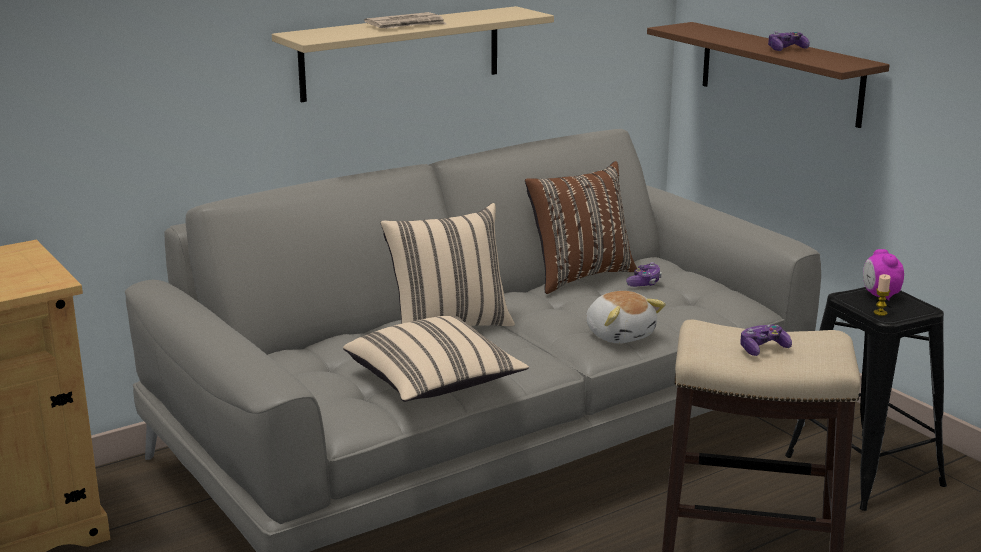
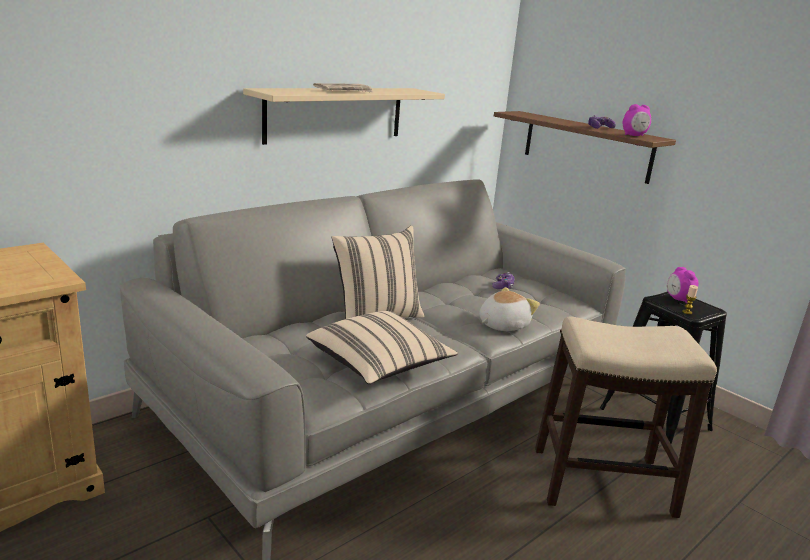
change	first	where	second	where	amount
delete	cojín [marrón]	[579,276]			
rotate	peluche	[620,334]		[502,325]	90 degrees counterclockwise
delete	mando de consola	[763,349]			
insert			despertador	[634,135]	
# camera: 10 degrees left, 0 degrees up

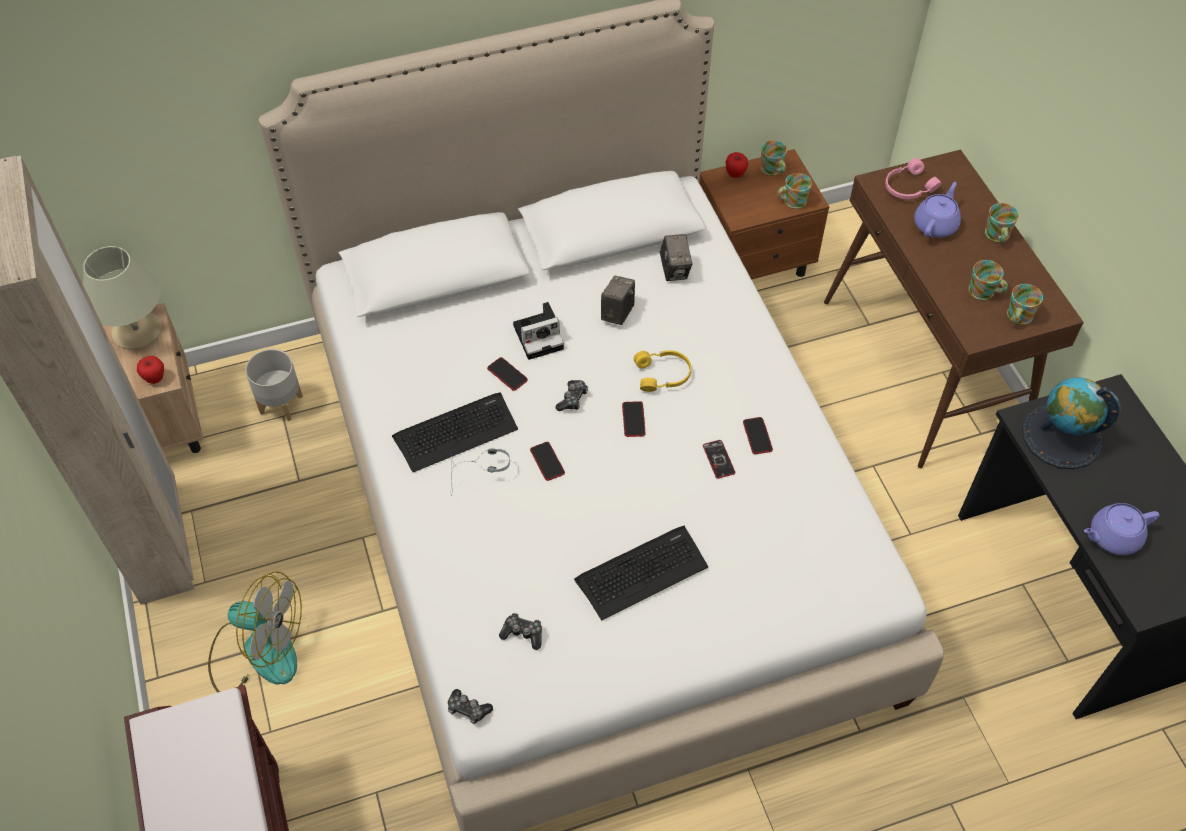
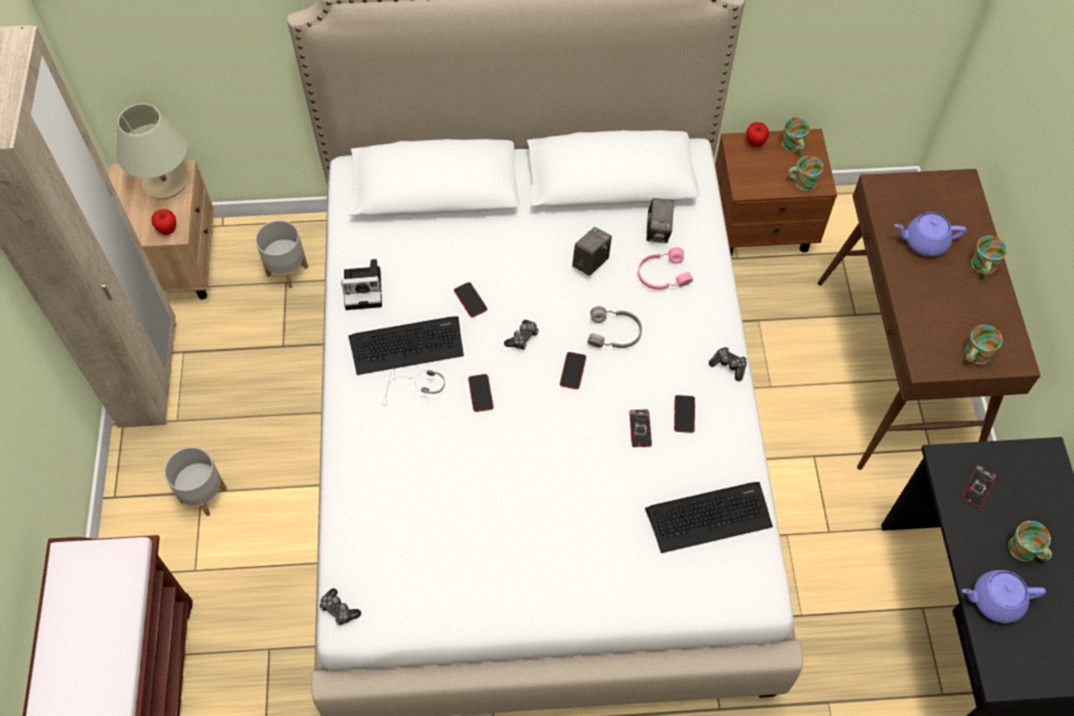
change	first	where	second	where	amount
move	auriculares [rosa]	[908,187]		[662,274]	
rotate	tetera [morado]	[935,224]		[924,242]	135 degrees counterclockwise
move	taza grande	[984,292]		[1025,551]	
move	cámara	[540,336]		[365,289]	
recolor	auriculares [amarillo]	[663,375]	auriculares [gris]	[614,333]	
replace	globo terráqueo	[1061,436]	móvil	[978,486]	
move	teclado	[642,572]		[709,517]	
replace	ventilador	[258,651]	maceta [gris]	[204,494]	
move	mando de consola	[523,633]		[728,366]	
# camera: 15 degrees right, 5 degrees up

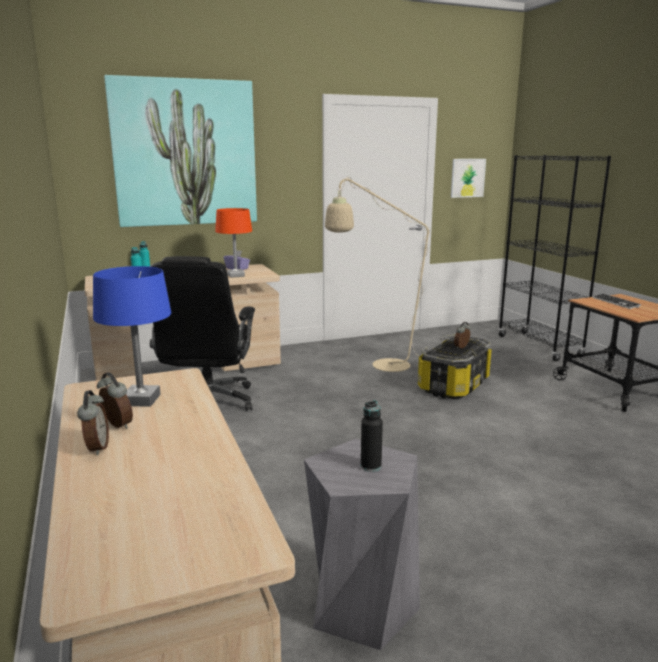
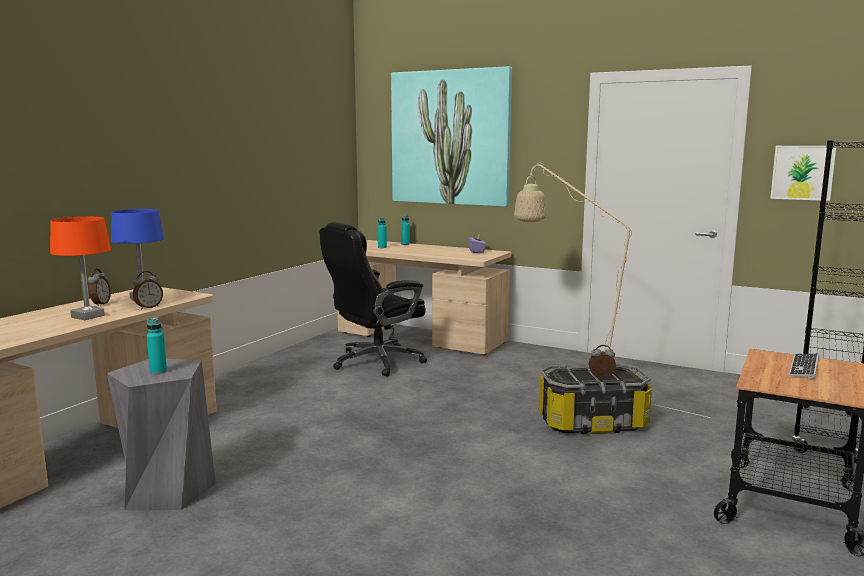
change	first	where	second	where	amount
move	lámpara de mesa [naranja]	[235,275]		[87,316]	
move	despertador	[96,448]		[148,307]	
recolor	botella [negro]	[370,466]	botella [turquesa]	[158,371]	
# camera: 50 degrees right, 5 degrees down

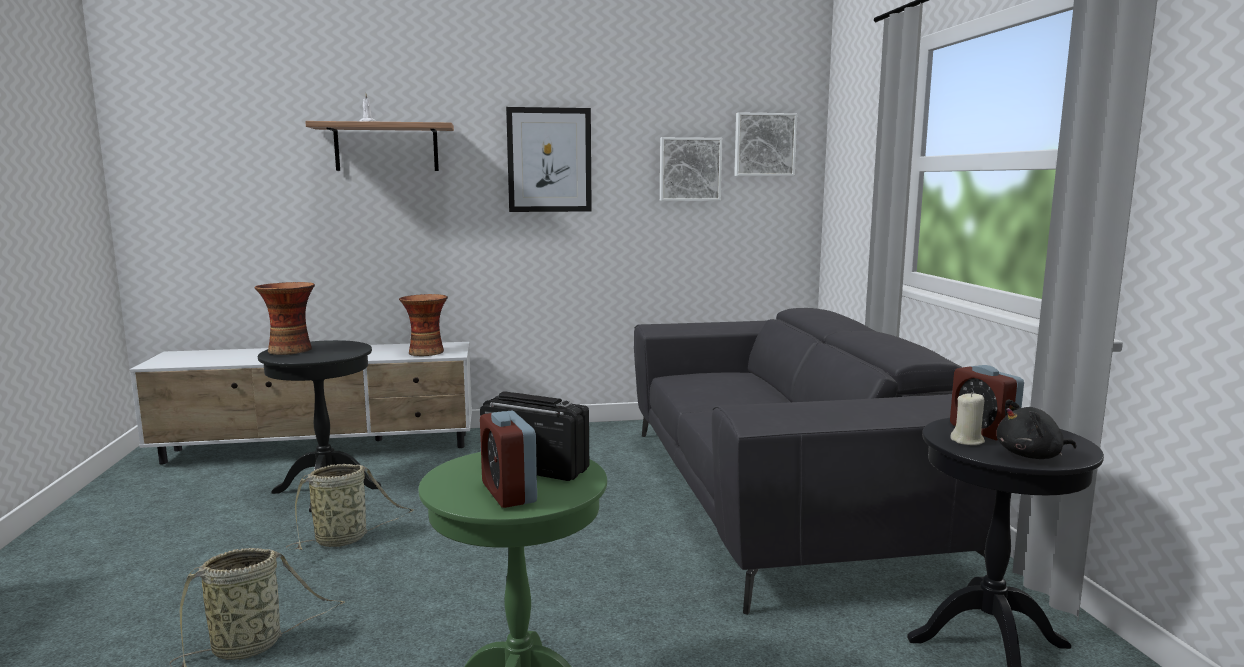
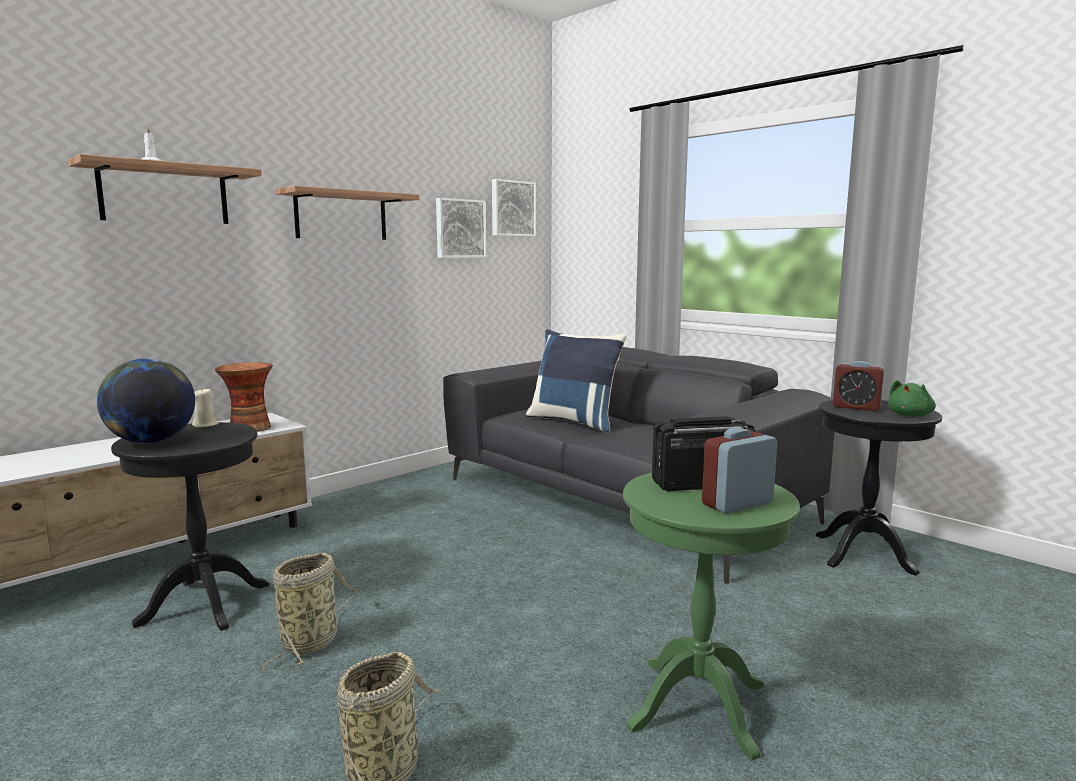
change	first	where	second	where	amount
replace	cuadro	[549,160]	estante	[341,216]	
replace	florero	[290,350]	globo terráqueo	[151,441]	
move	vela [beis]	[967,441]		[205,425]	
recolor	peluche [negro]	[1032,456]	peluche [verde]	[910,415]	
rotate	despertador	[508,493]		[737,504]	120 degrees clockwise
insert			cojín [azul]	[575,421]	
# camera: 35 degrees left, 0 degrees up

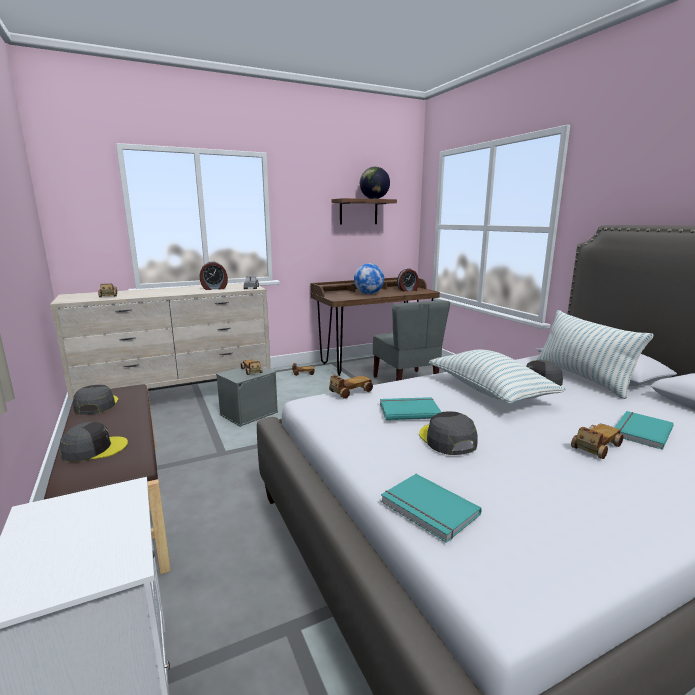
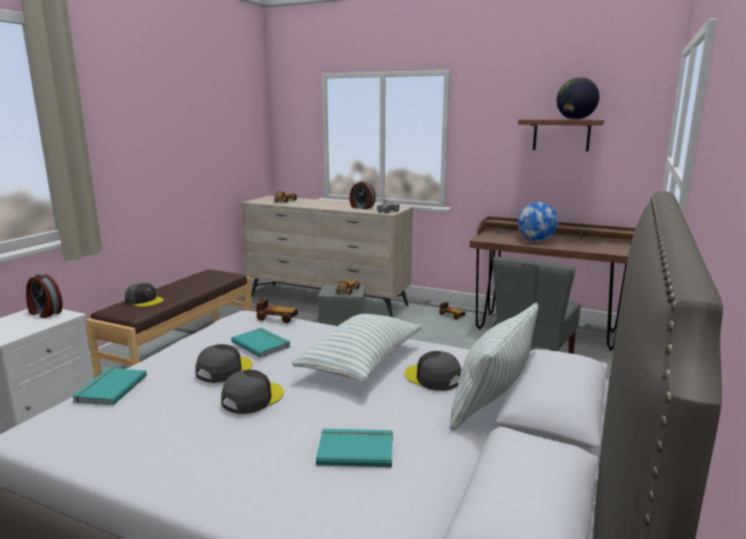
change	first	where	second	where	amount
move	despertador	[408,290]		[44,313]	
move	gorra [gris]	[96,405]		[252,398]	
delete	coche de juguete	[595,447]			
# camera: 50 degrees right, 0 degrees up

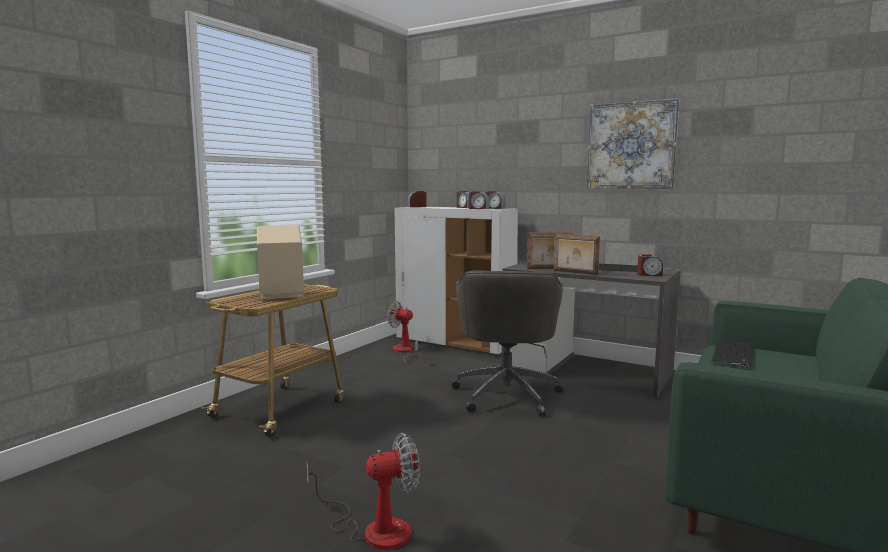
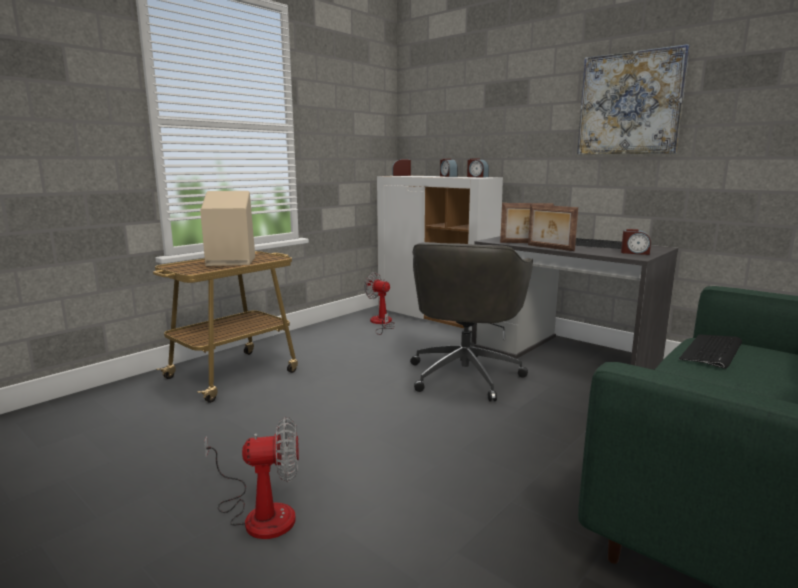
change	first	where	second	where	amount
delete	despertador	[478,208]			
# camera: 10 degrees right, 5 degrees up

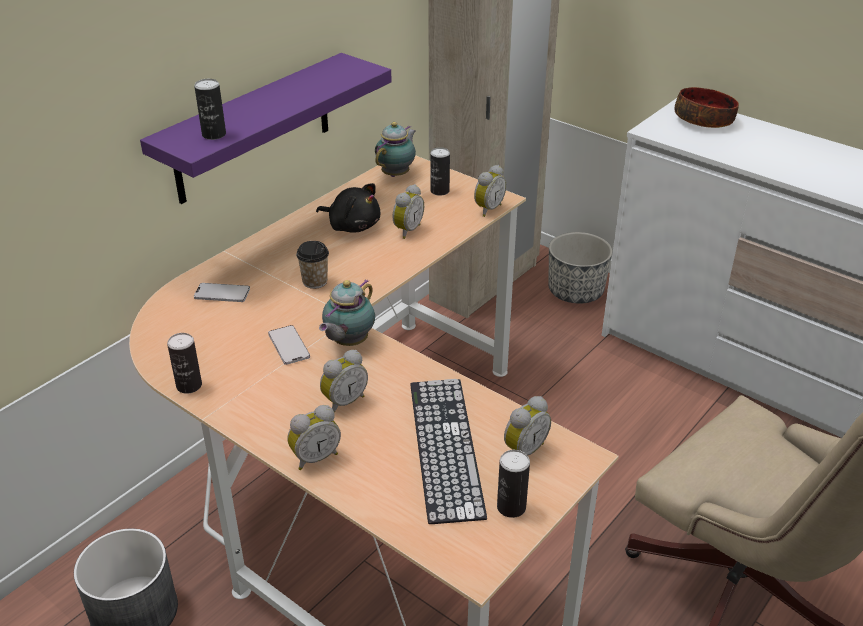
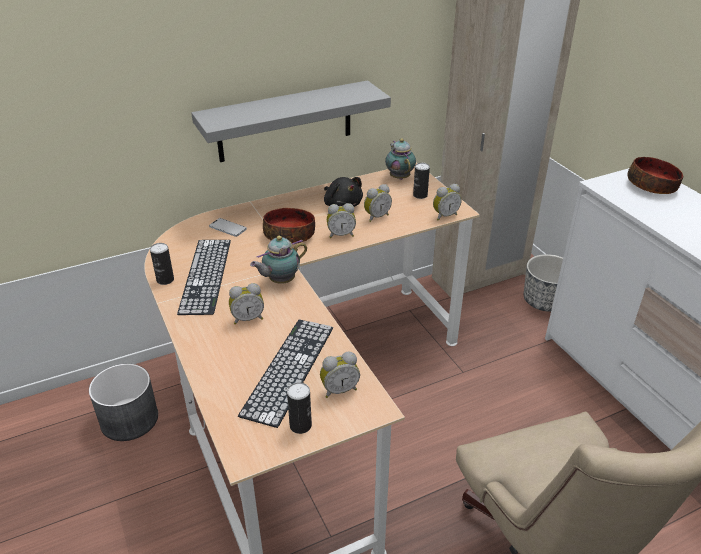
change	first	where	second	where	amount
recolor	estante [morado]	[253,129]	estante [gris]	[285,122]	
delete	lata	[214,134]			
rotate	tetera	[397,174]		[399,177]	75 degrees counterclockwise
replace	taza	[315,281]	cuenco	[290,235]	
delete	móvil	[289,346]			
move	despertador	[315,457]		[341,234]	
insert			teclado	[205,275]	
# camera: 25 degrees right, 0 degrees up

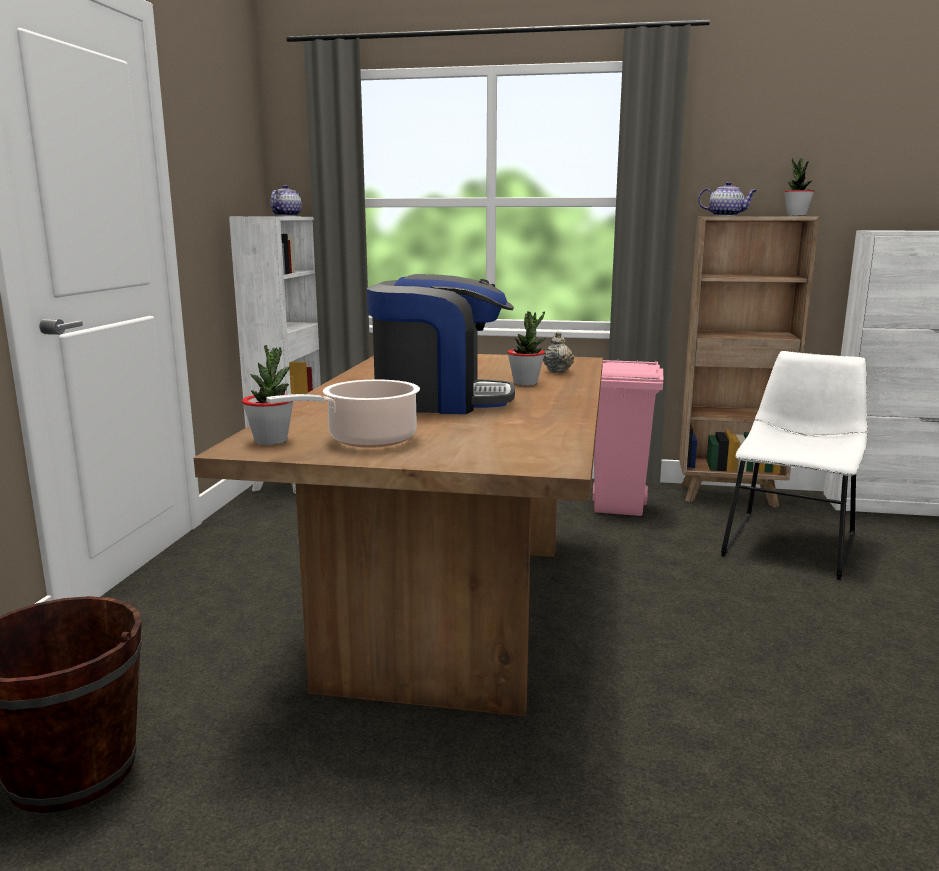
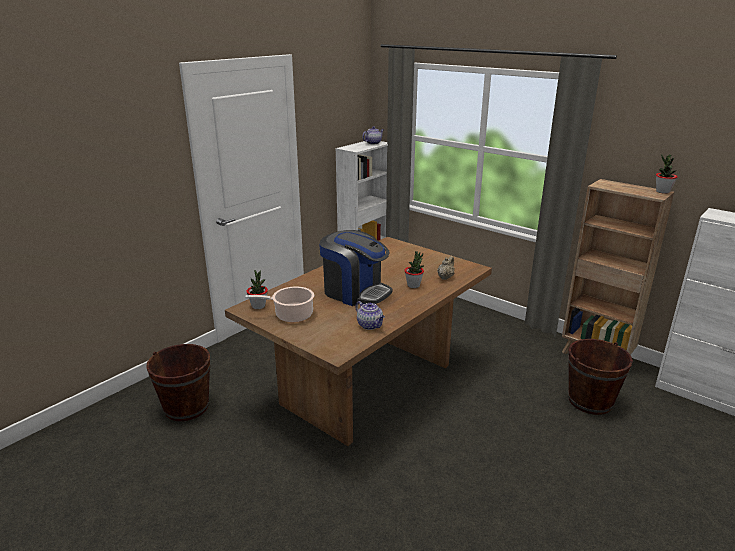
change	first	where	second	where	amount
move	tetera	[726,216]		[370,325]	
replace	silla [blanco]	[790,543]	cubo [marrón]	[590,401]	
delete	papelera [rosa]	[620,507]			
# camera: 30 degrees right, 10 degrees up

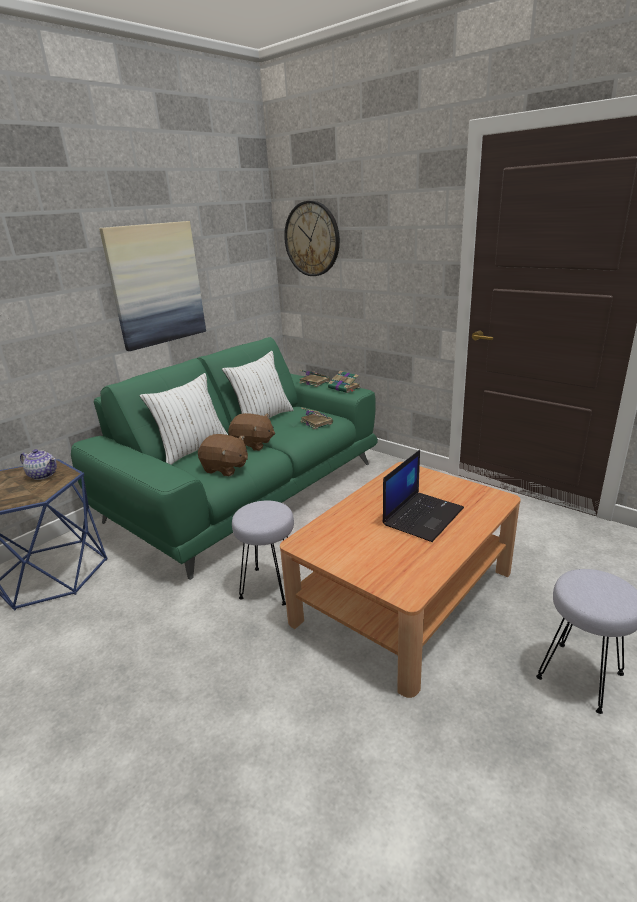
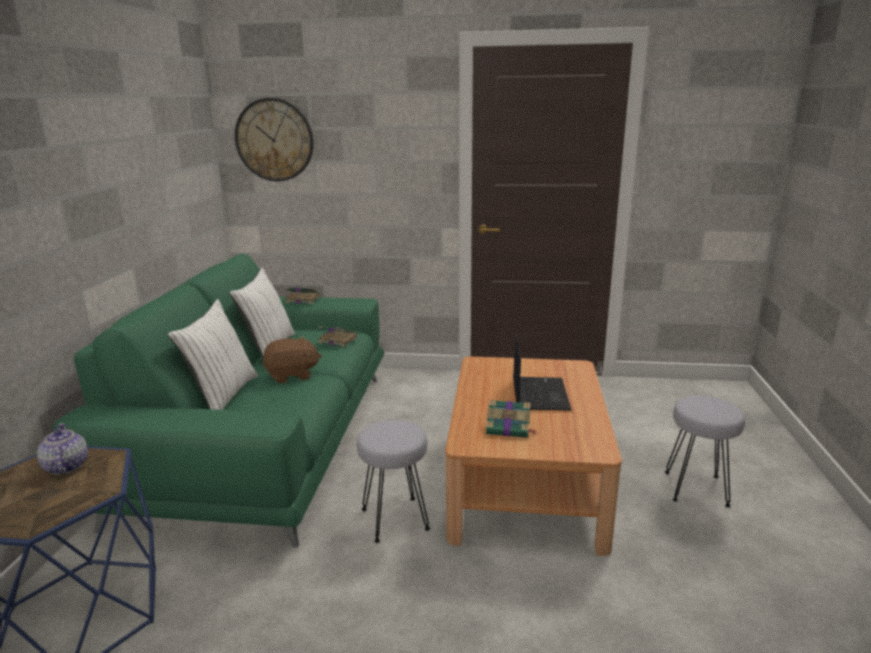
change	first	where	second	where	amount
delete	cuadro	[156,285]			
move	libro	[344,388]		[509,428]	
delete	peluche [marrón]	[225,468]			
rotate	tetera	[43,475]		[66,467]	105 degrees counterclockwise
# camera: 35 degrees left, 5 degrees down

